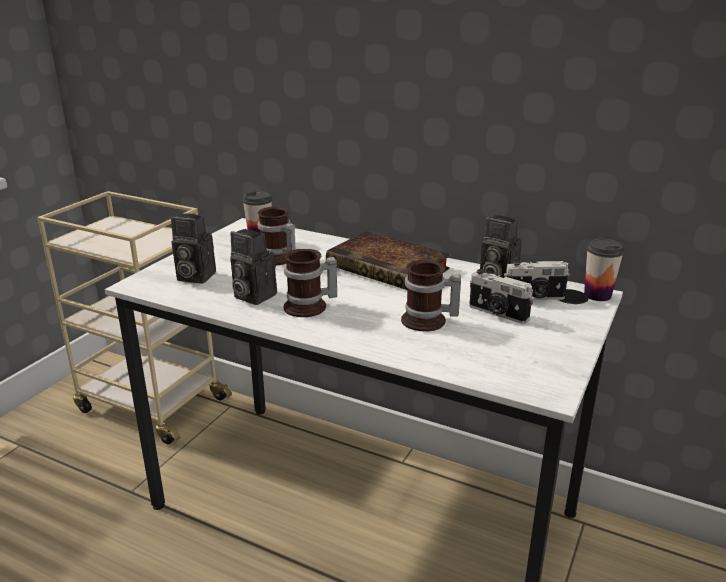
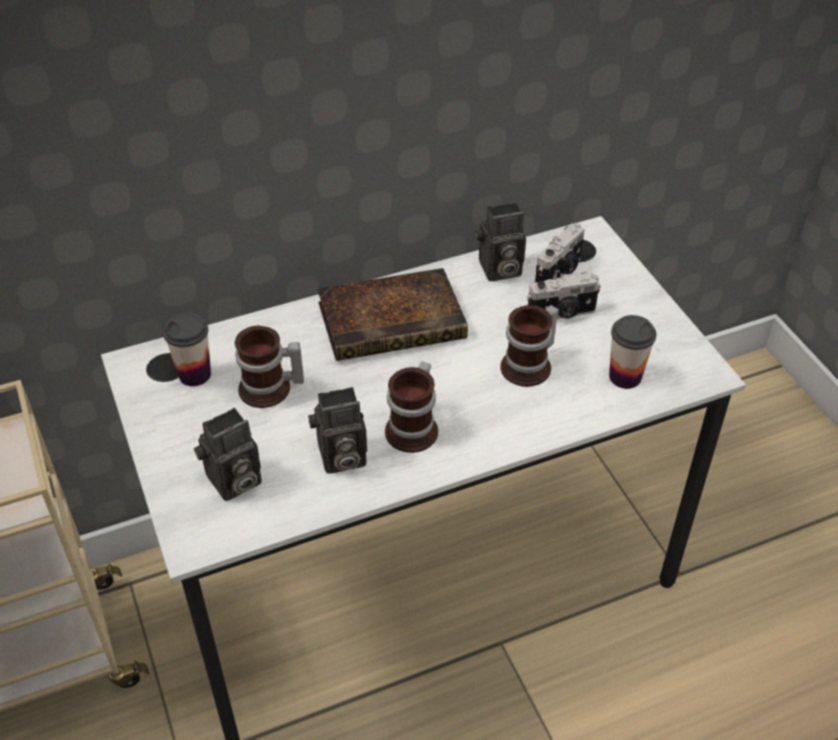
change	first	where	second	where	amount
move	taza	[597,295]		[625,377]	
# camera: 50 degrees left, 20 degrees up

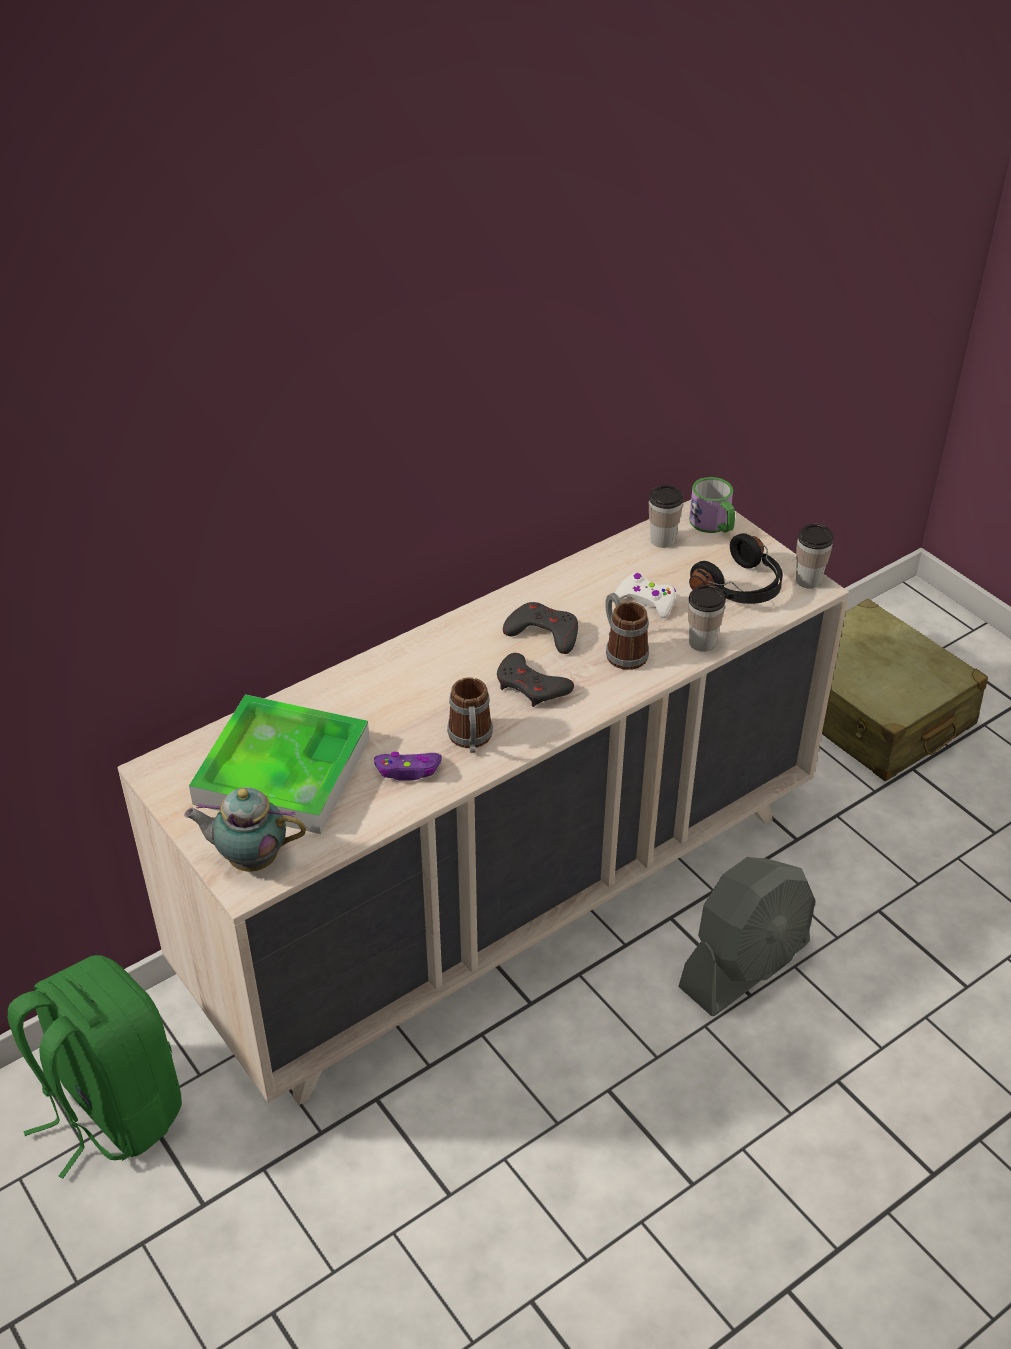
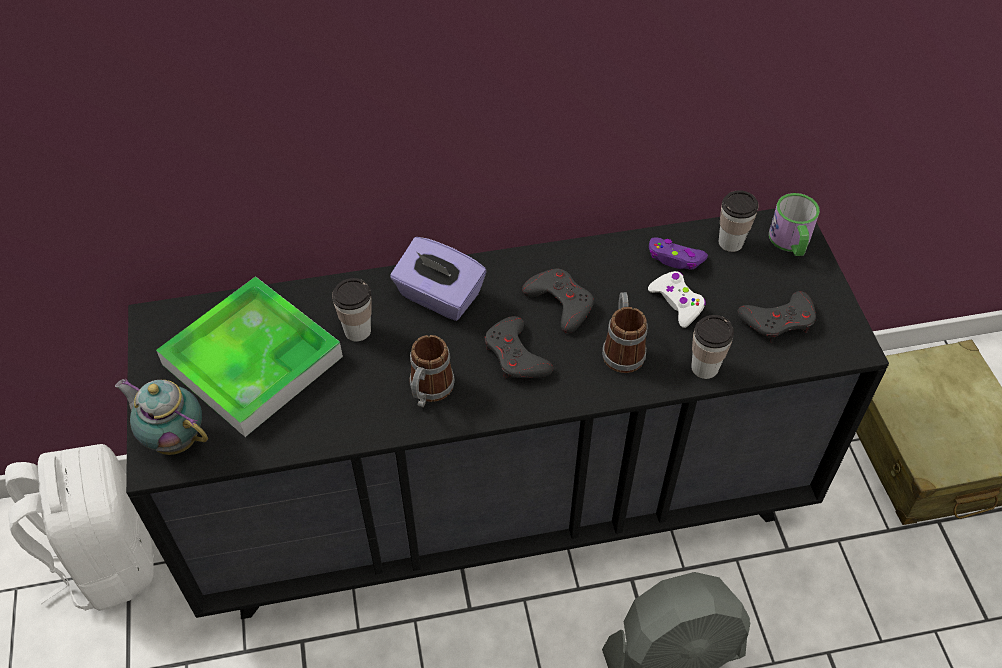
change	first	where	second	where	amount
recolor	cómoda [beis]	[507,896]	cómoda [negro]	[502,500]	
move	taza	[808,580]		[357,330]	
replace	auriculares [negro]	[741,588]	mando de consola [gris]	[778,321]	
move	mando de consola [morado]	[408,770]		[675,258]	
recolor	mochila [verde]	[111,1108]	mochila [blanco]	[107,559]	
insert			caja de pañuelos [morado]	[439,297]	
# camera: 25 degrees right, 10 degrees up

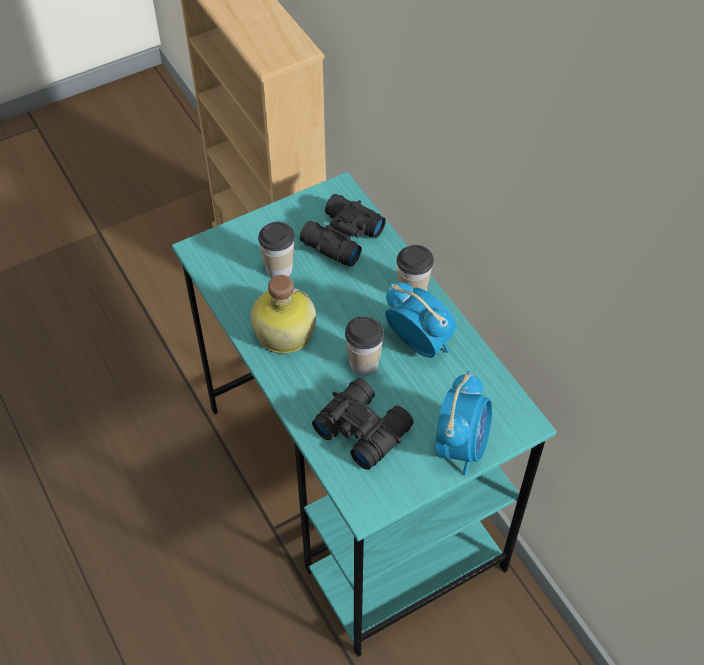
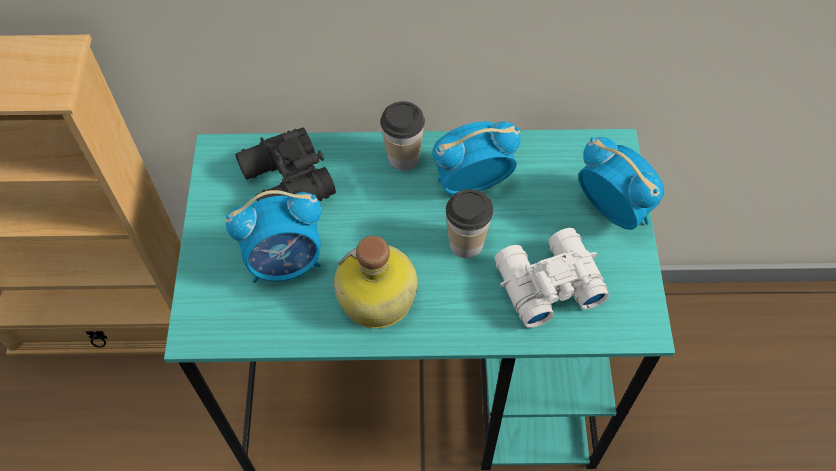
change	first	where	second	where	amount
replace	taza	[279,269]	despertador	[286,262]	
recolor	prismáticos [negro]	[362,427]	prismáticos [blanco]	[545,283]	
# camera: 60 degrees left, 5 degrees up

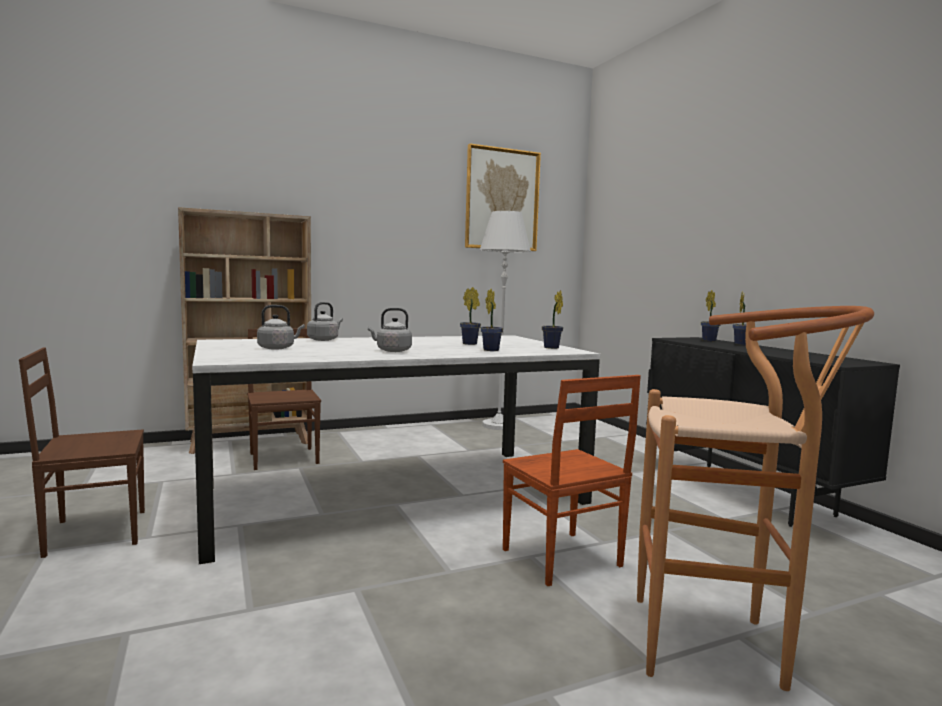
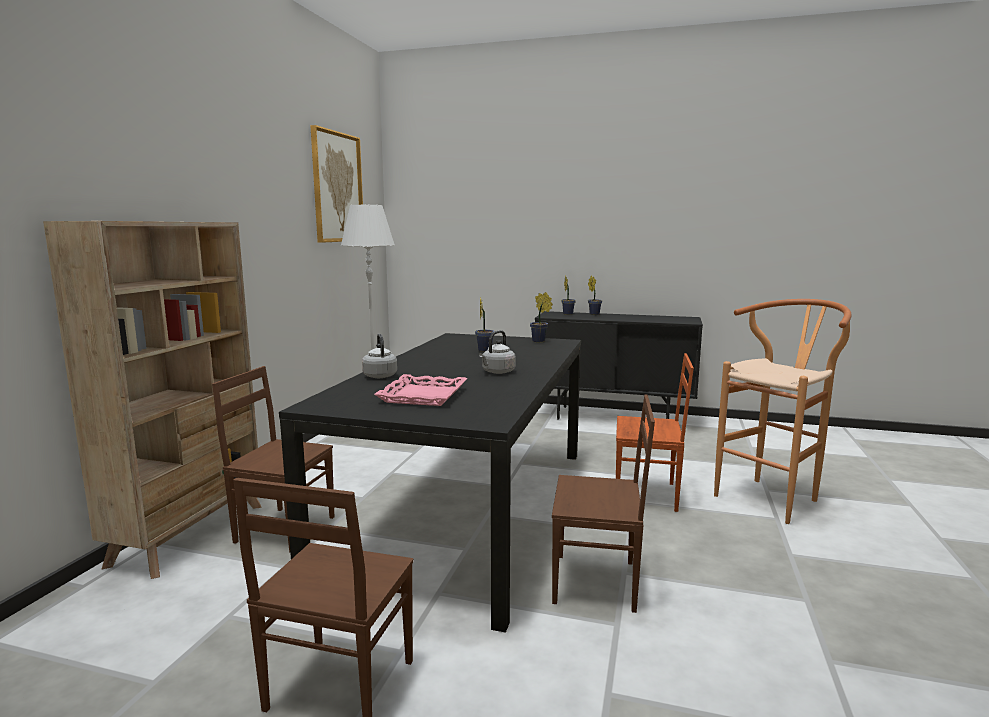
change	first	where	second	where	amount
delete	planta en maceta	[492,350]			
replace	hervidor [gris]	[278,348]	bandeja [rosa]	[422,396]	
recolor	mesa de comedor [blanco]	[392,495]	mesa de comedor [negro]	[468,509]	
insert			silla [marrón]	[596,583]	
# camera: 50 degrees left, 5 degrees up

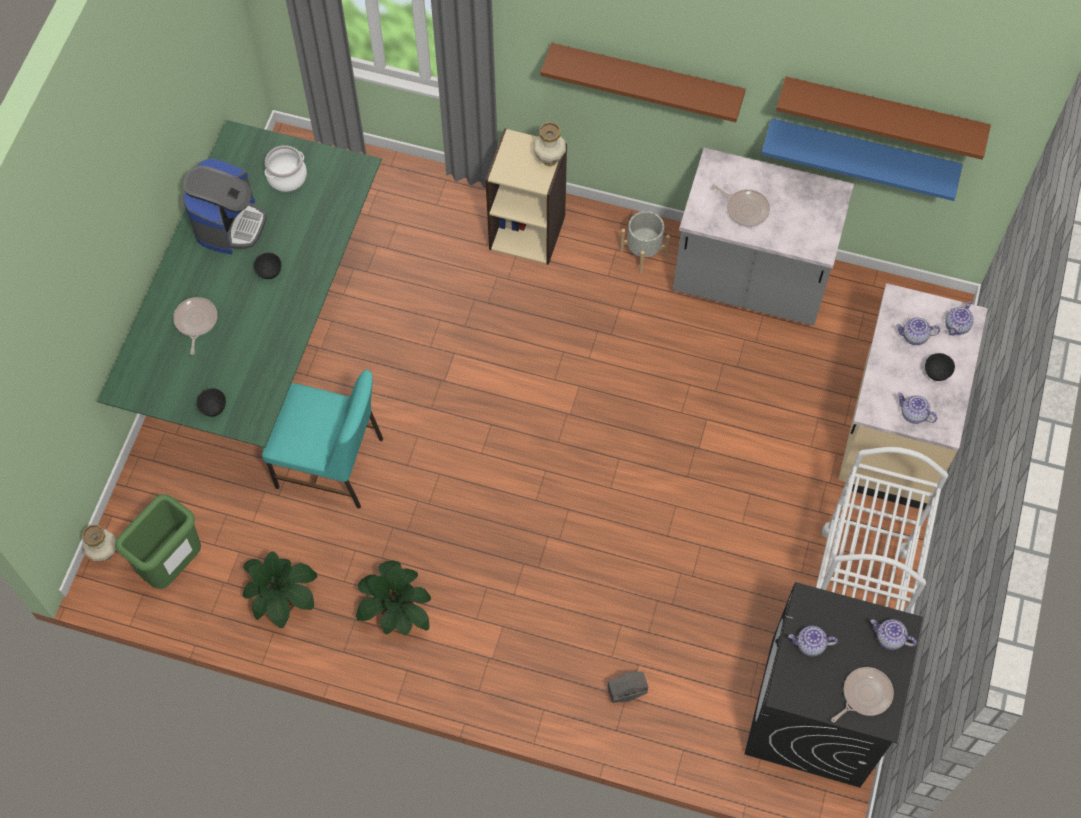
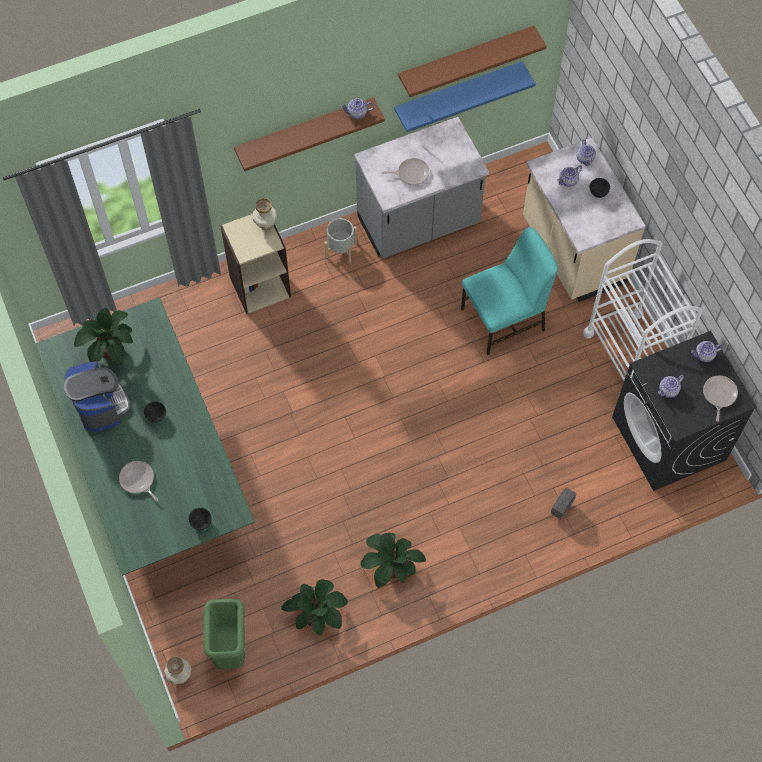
change	first	where	second	where	amount
replace	olla	[287,176]	planta en maceta	[110,350]	
move	silla [turquesa]	[331,464]		[504,319]	
move	tetera	[913,414]		[357,113]	
# camera: 40 degrees left, 0 degrees up

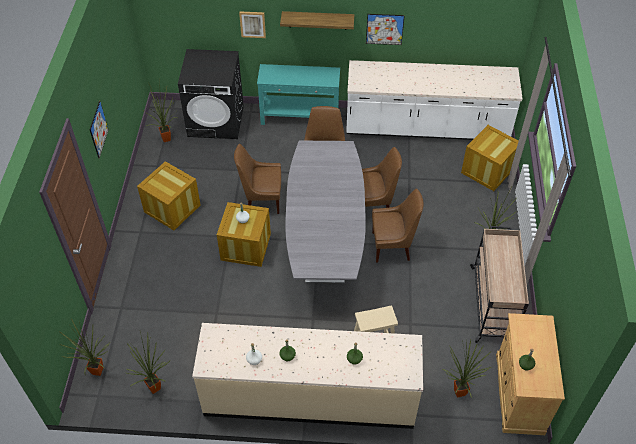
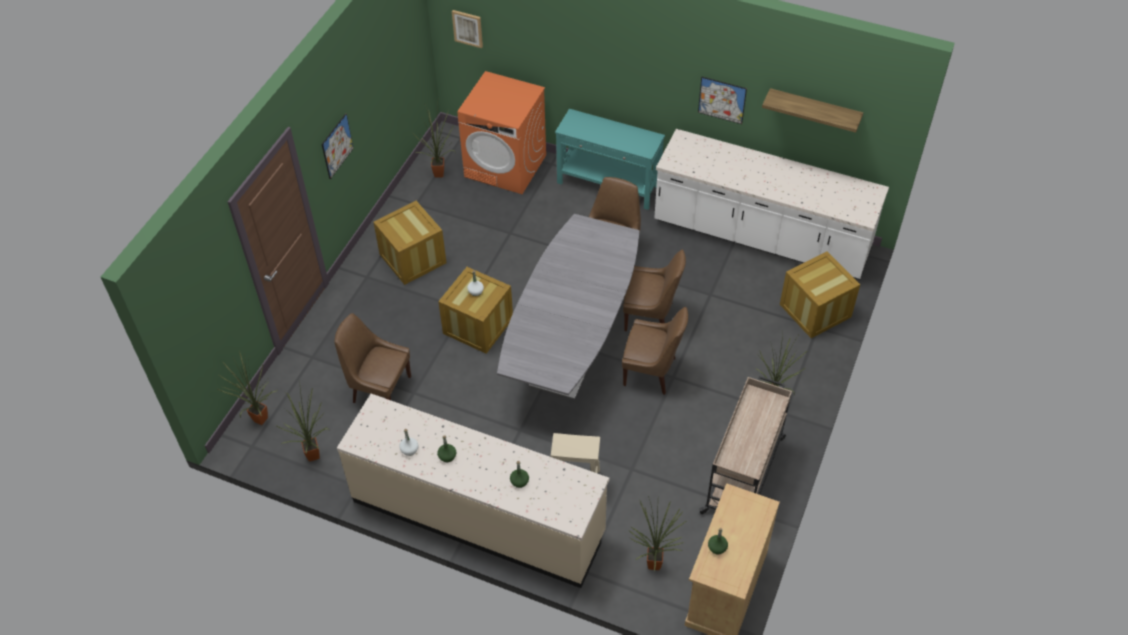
change	first	where	second	where	amount
move	cuadro	[252,24]		[468,28]	
move	estante	[318,20]		[814,109]	
recolor	lavadora [negro]	[216,121]	lavadora [naranja]	[506,166]	
move	silla [marrón]	[261,200]		[379,389]	
# camera: 20 degrees right, 0 degrees up

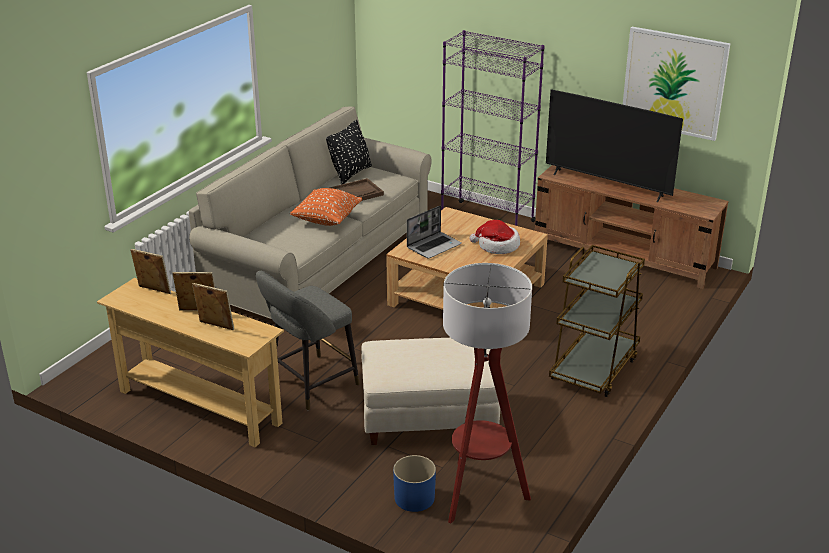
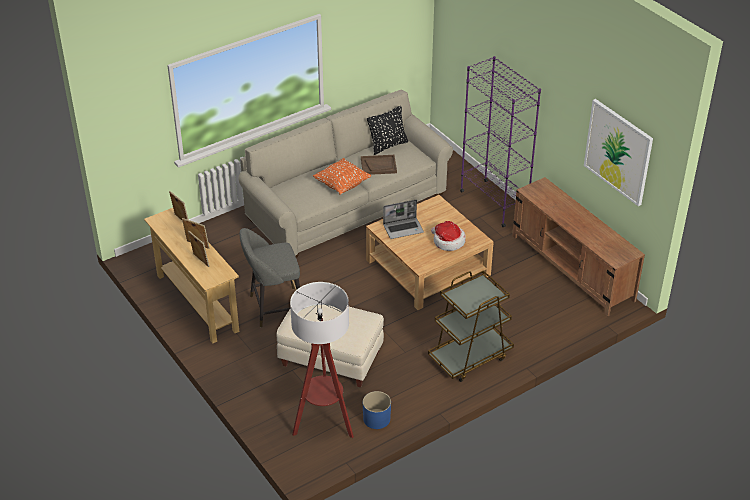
change	first	where	second	where	amount
delete	televisor	[607,185]			
move	maceta [azul]	[414,498]		[376,419]	
# camera: 25 degrees right, 10 degrees up

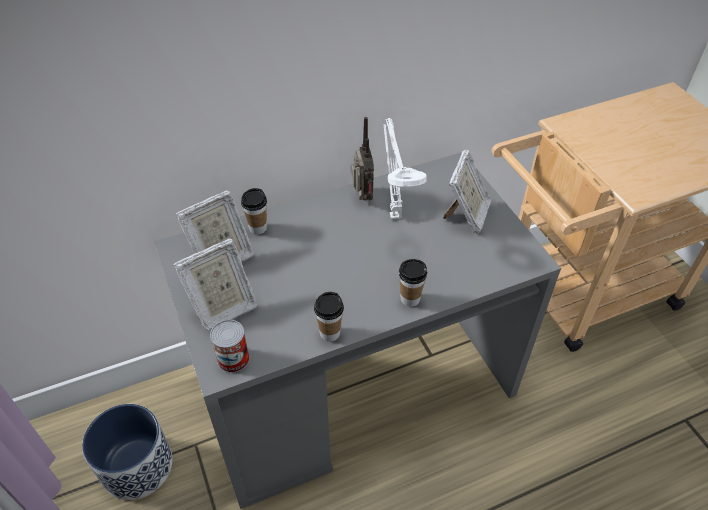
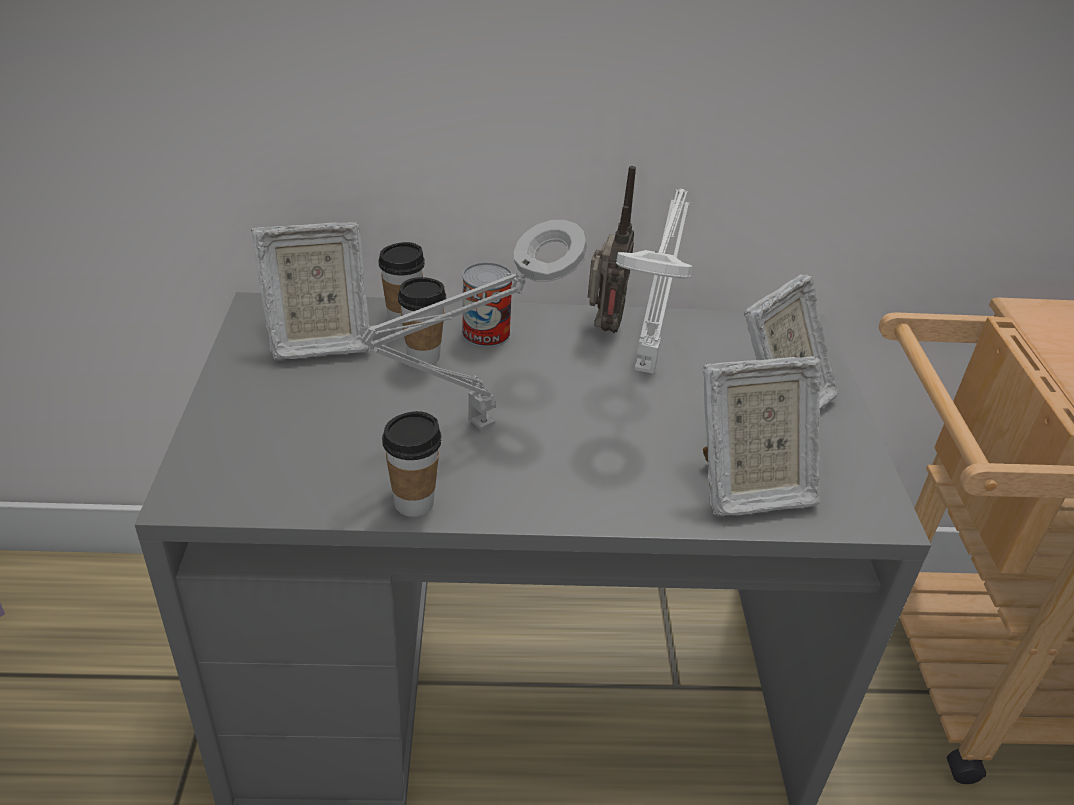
change	first	where	second	where	amount
move	portarretratos	[222,308]		[749,488]	
move	taza	[410,299]		[423,356]	
move	lata	[233,359]		[486,333]	
delete	maceta	[137,466]			
insert			lámpara de mesa [gris]	[475,427]	
# camera: 20 degrees right, 10 degrees down

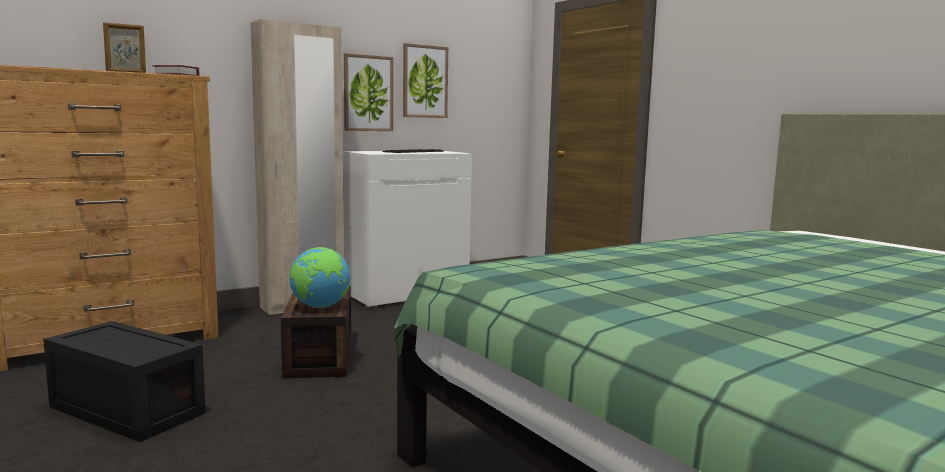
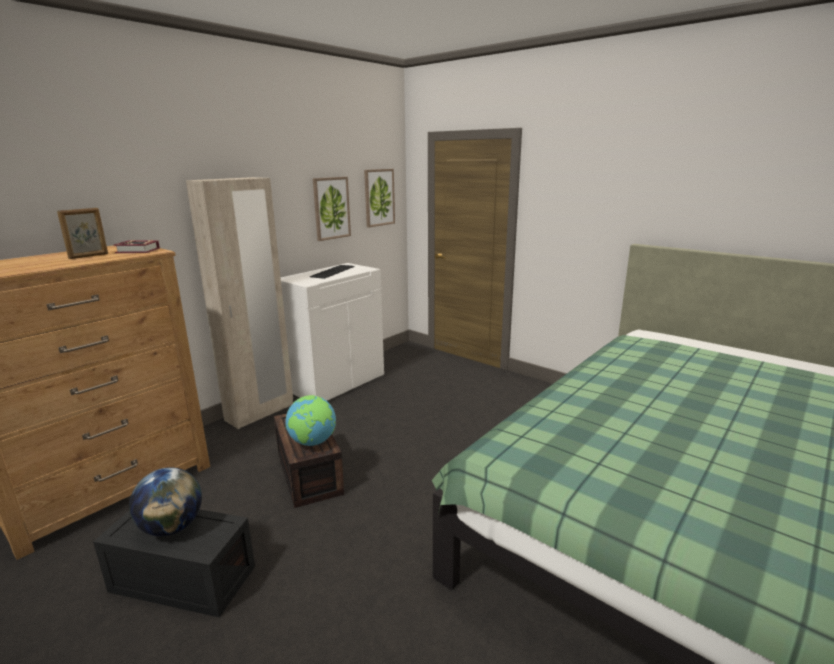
change	first	where	second	where	amount
move	cuadro	[368,93]		[379,197]	
insert			globo terráqueo	[172,527]	
# camera: 15 degrees left, 10 degrees up

